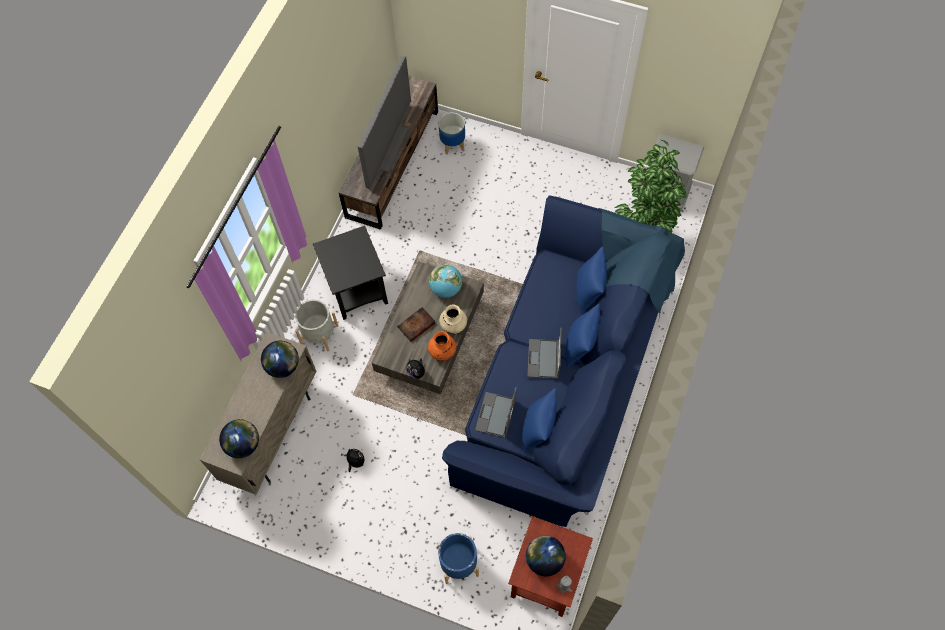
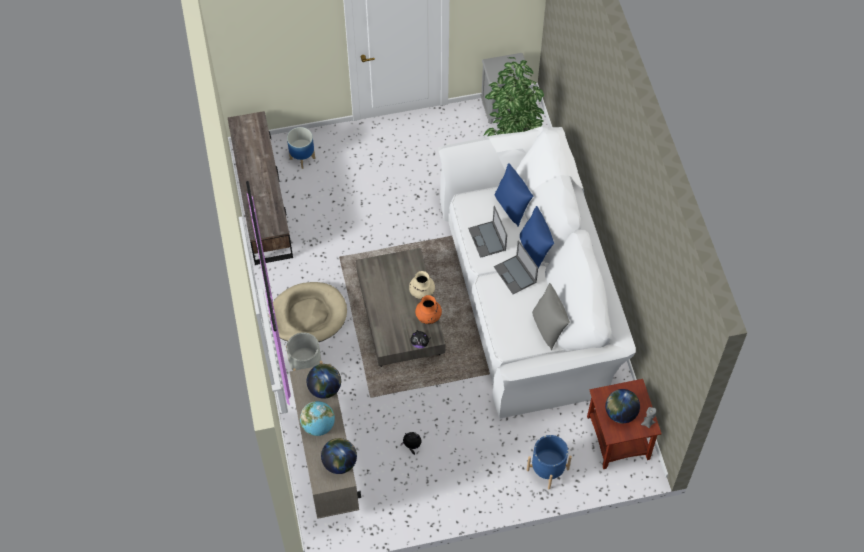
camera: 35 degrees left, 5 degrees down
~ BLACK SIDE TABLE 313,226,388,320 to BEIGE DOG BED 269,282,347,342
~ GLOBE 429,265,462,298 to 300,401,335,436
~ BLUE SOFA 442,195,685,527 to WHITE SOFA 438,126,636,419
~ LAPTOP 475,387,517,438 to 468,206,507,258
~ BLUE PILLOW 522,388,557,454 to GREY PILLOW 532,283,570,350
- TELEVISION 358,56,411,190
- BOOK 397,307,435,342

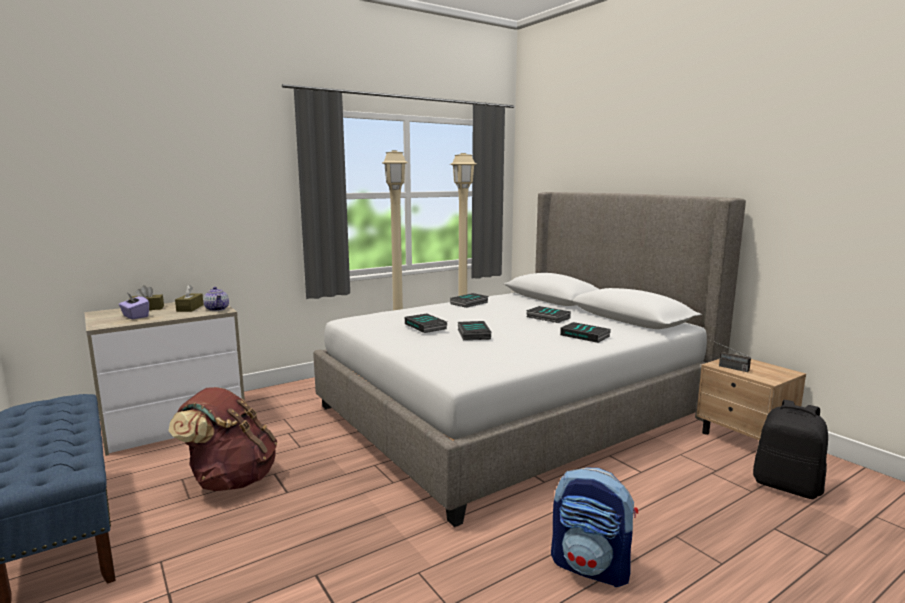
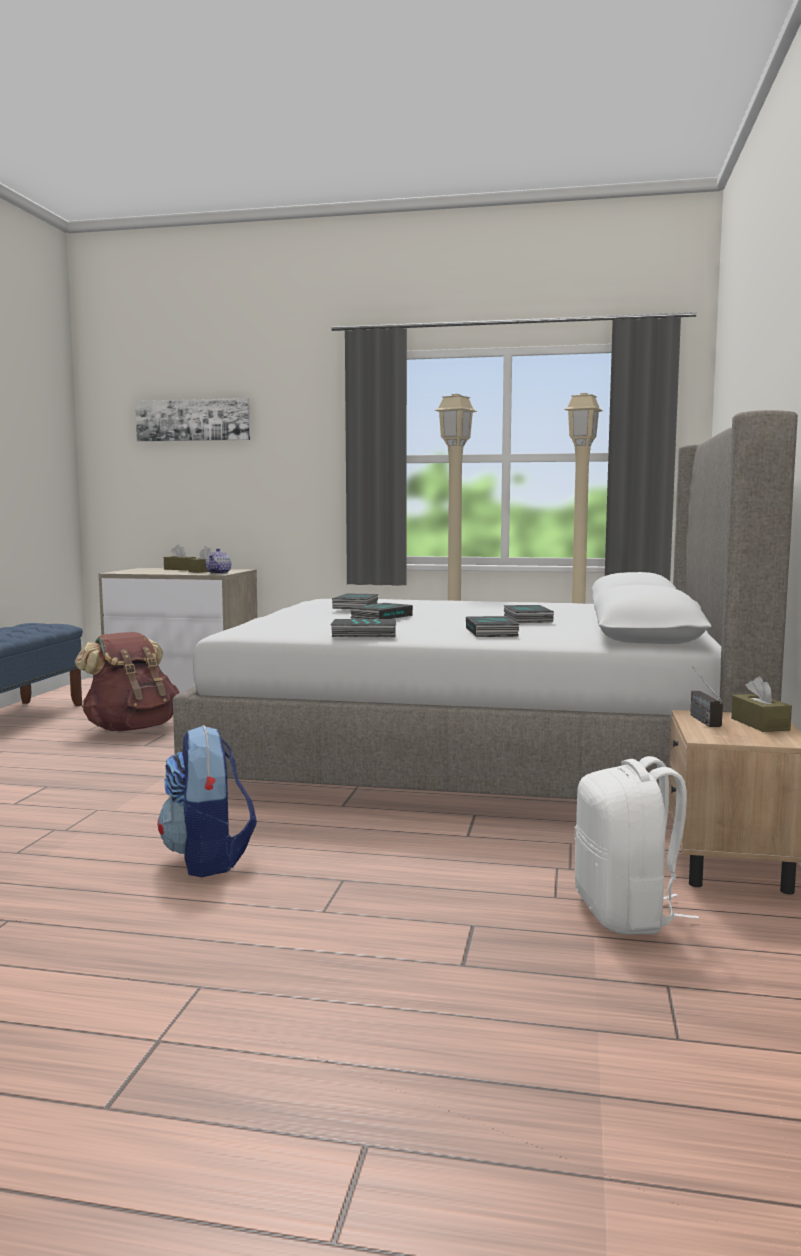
camera: 45 degrees right, 5 degrees down
+ PICTURE 135,398,250,442
~ BOOK 450,293,489,308 to 330,619,396,637
~ BLACK BACKPACK 753,400,828,499 to WHITE BACKPACK 574,756,699,935
+ BROWN TISSUE BOX 731,676,792,732
- PURPLE TISSUE BOX 119,293,149,320

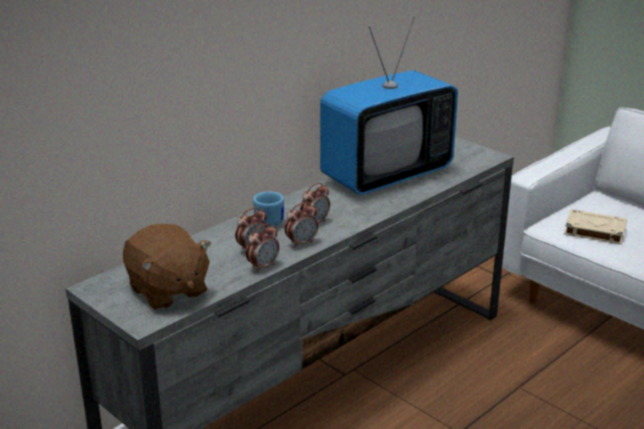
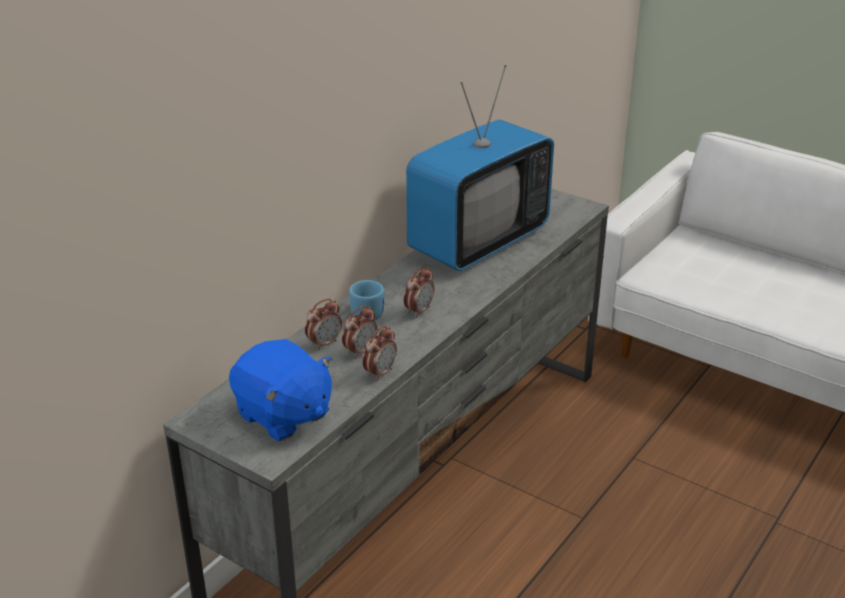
camera: 10 degrees left, 5 degrees up
~ BROWN PLUSH TOY 123,224,211,310 to BLUE PLUSH TOY 229,339,333,441
~ ALARM CLOCK 285,202,318,248 to 305,299,342,350
- BEIGE BOOK 564,209,627,244

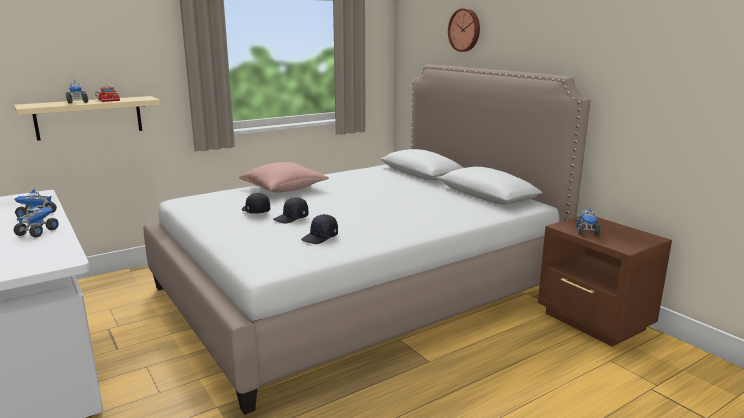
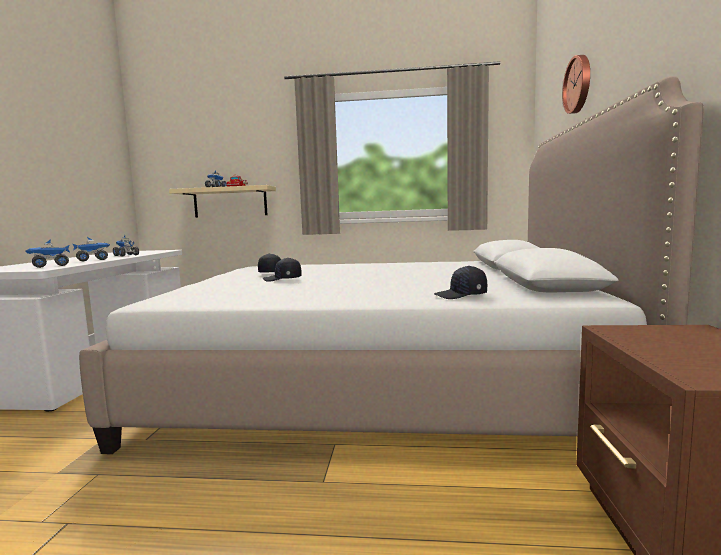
camera: 40 degrees right, 10 degrees down
~ TOY TRUCK 575,208,601,235 to 26,239,70,268
~ BLACK CAP 301,214,338,244 to 434,266,487,299
- PINK PILLOW 238,162,329,193

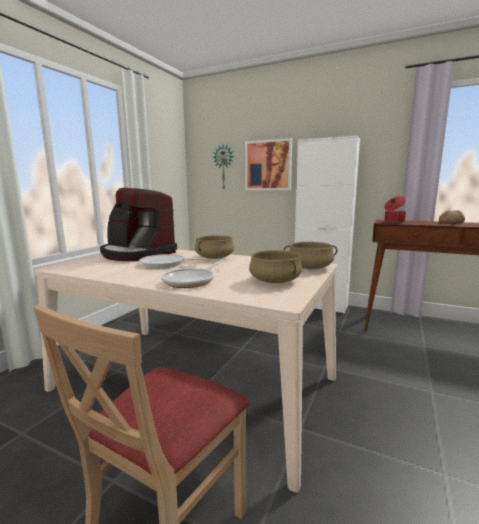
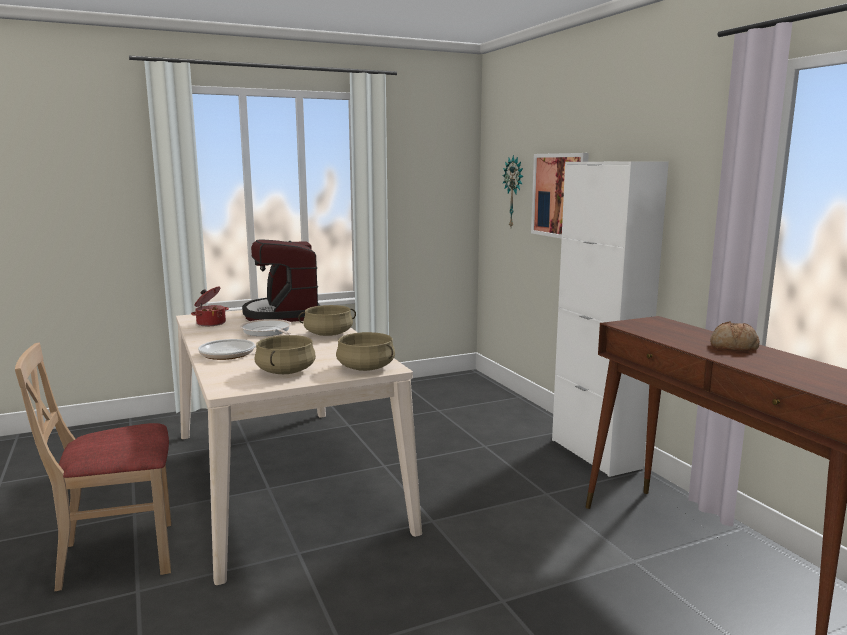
camera: 40 degrees right, 0 degrees up
~ COOKING POT 384,196,406,223 to 191,286,229,326

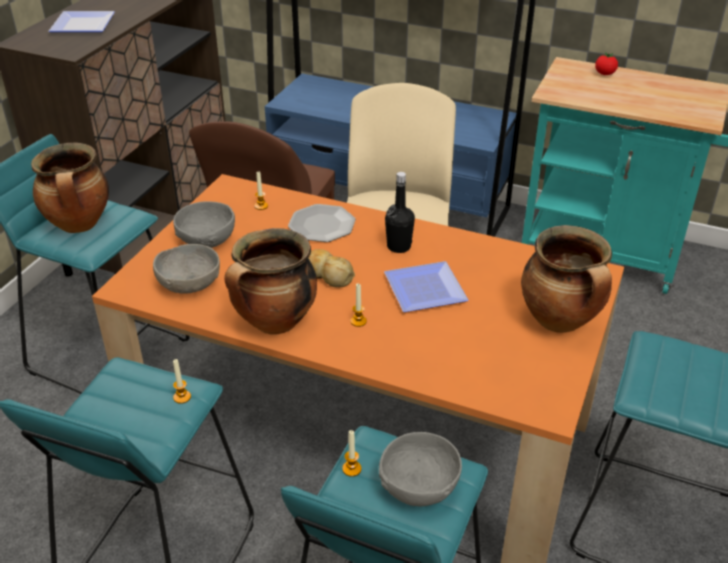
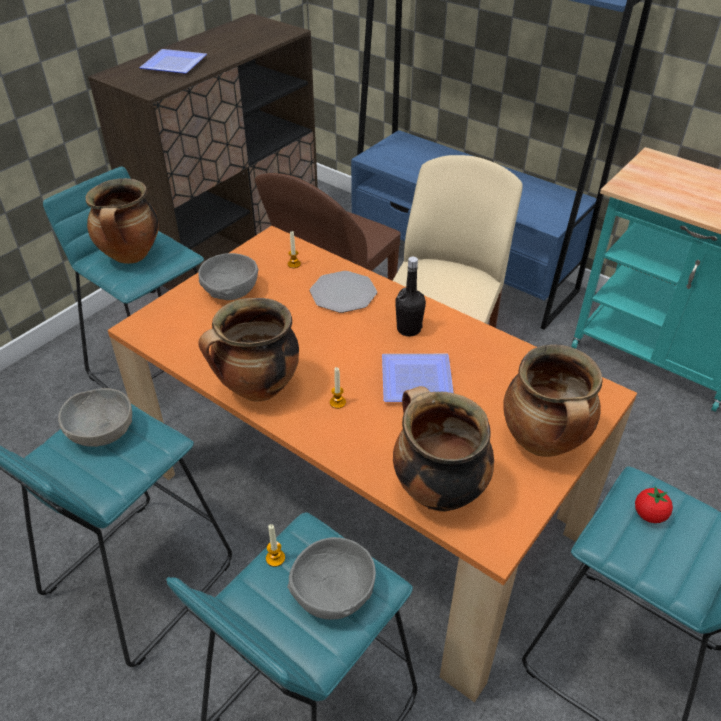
camera: 15 degrees right, 5 degrees up
~ GREY BOWL 153,244,220,294 to 58,388,132,447
+ COOKING POT 393,386,494,512
~ TOMATO 595,52,618,75 to 635,486,673,523
- CANDLE 173,359,191,404
- BREAD 308,249,355,287

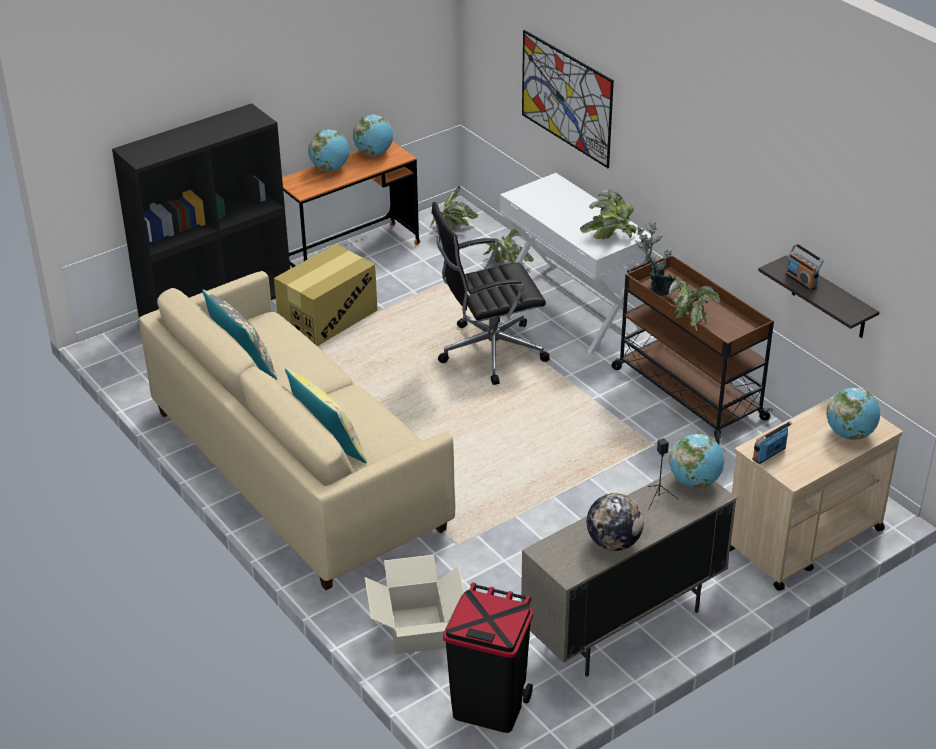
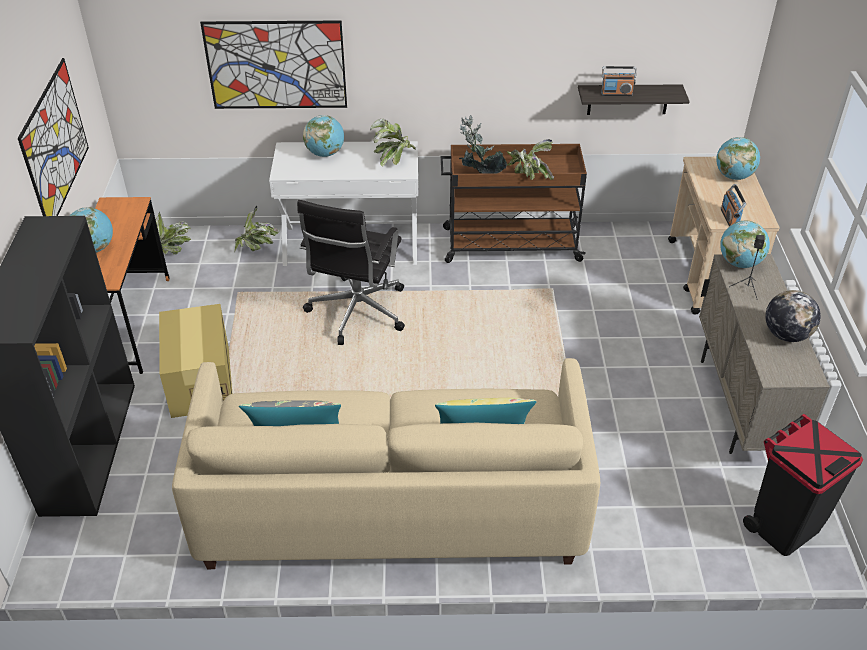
camera: 55 degrees left, 5 degrees up
+ PICTURE 18,58,89,216
~ GLOBE 353,114,393,156 to 303,115,344,157
- CARDBOARD BOX 365,555,465,654

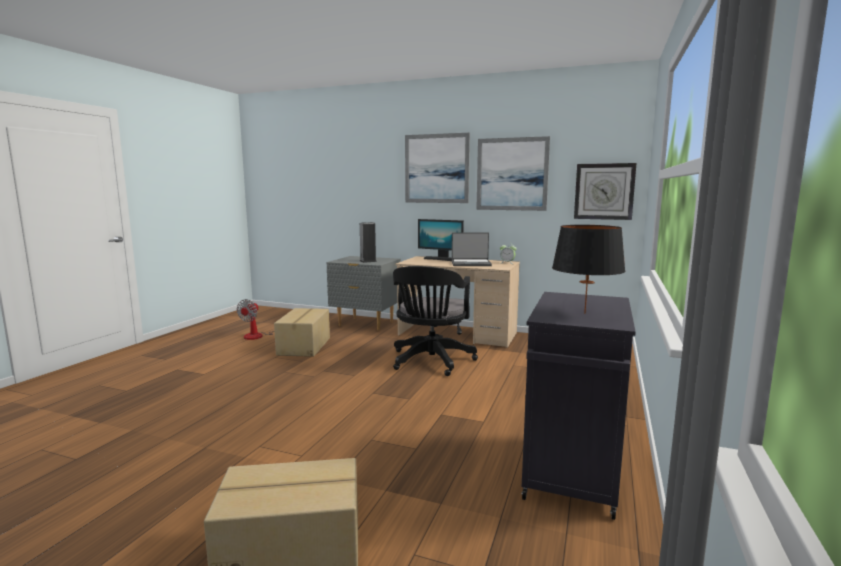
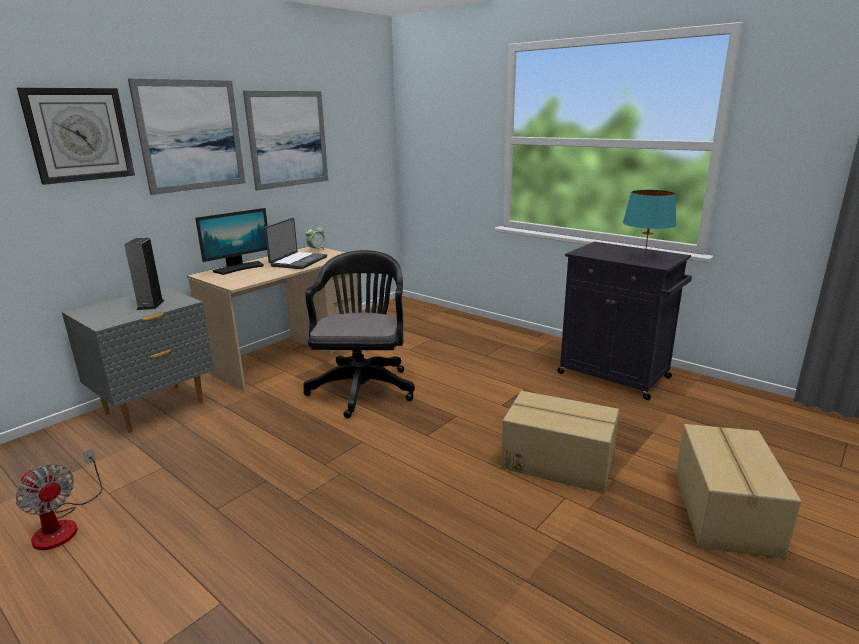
camera: 70 degrees left, 10 degrees up
~ WALL CLOCK 574,163,636,220 to 17,87,135,185
~ BLACK OFFICE CHAIR 393,266,478,376 = 303,250,415,418 120 degrees counterclockwise
~ CARDBOARD BOX 274,308,330,357 to 501,391,620,493
~ BLACK TABLE LAMP 552,225,626,314 to TURQUOISE TABLE LAMP 623,190,676,256

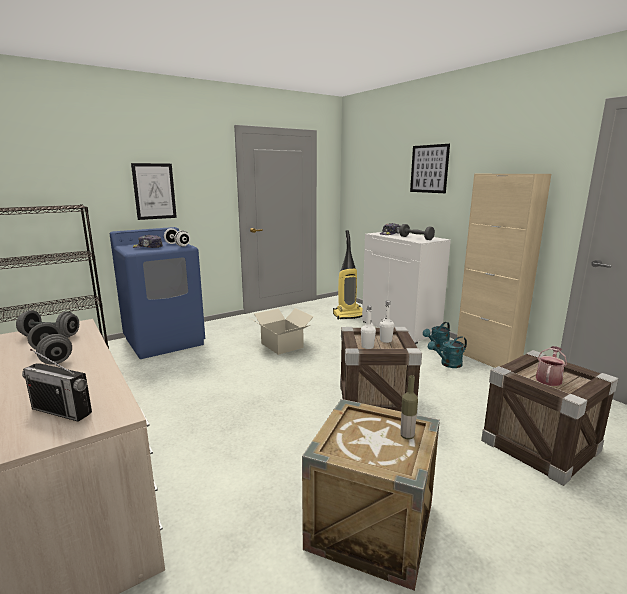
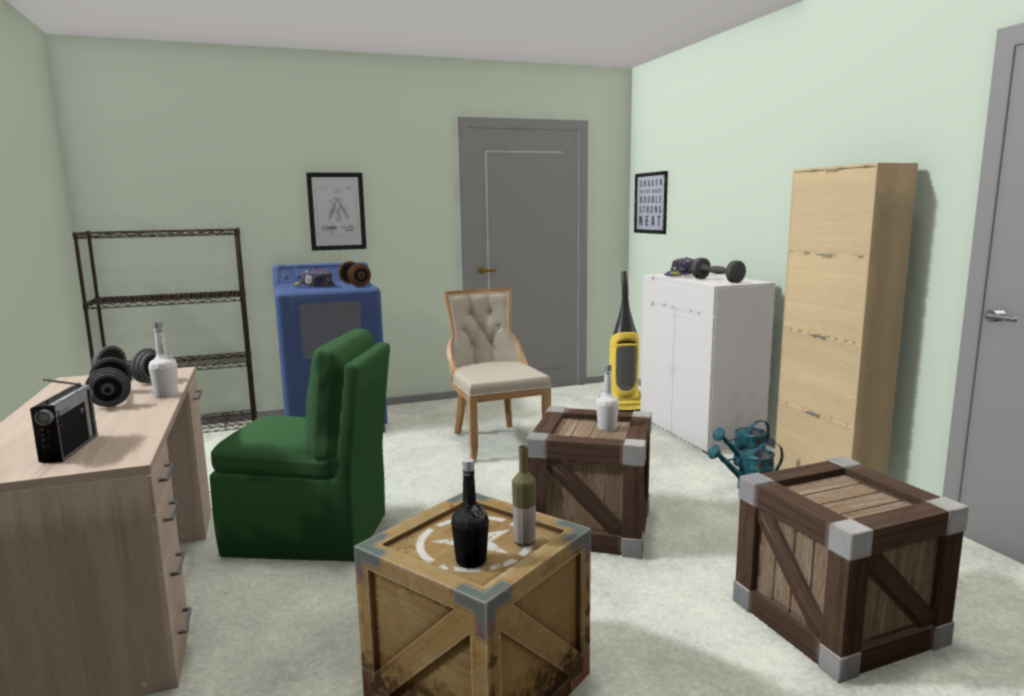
camera: 15 degrees right, 5 degrees down
~ RADIO 22,349,92,422 = 30,379,98,463 135 degrees counterclockwise
~ WHITE BOTTLE 361,305,376,349 to 148,321,178,398
+ GREEN CHAIR 210,329,390,561
~ WHITE DUMBBELL 164,228,190,247 to BROWN DUMBBELL 339,261,371,286
~ CARDBOARD BOX 250,308,314,355 to BEIGE CHAIR 444,288,551,462
+ BLACK BOTTLE 451,458,489,568
~ PICTURE 410,144,450,193 to 634,171,668,234
- WATERING CAN 536,346,567,386

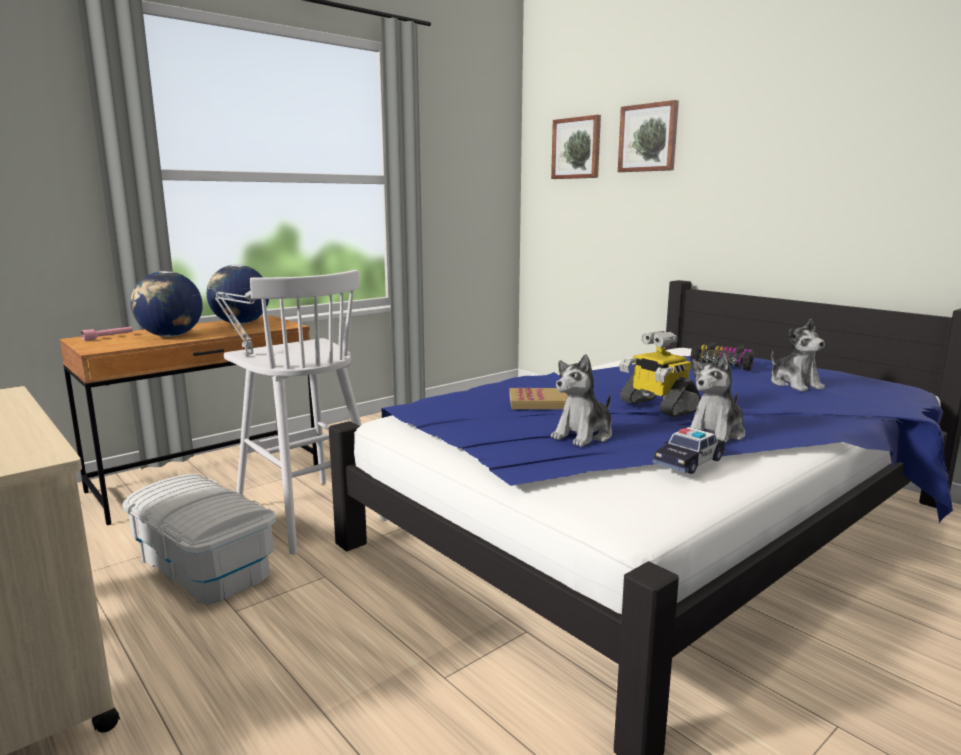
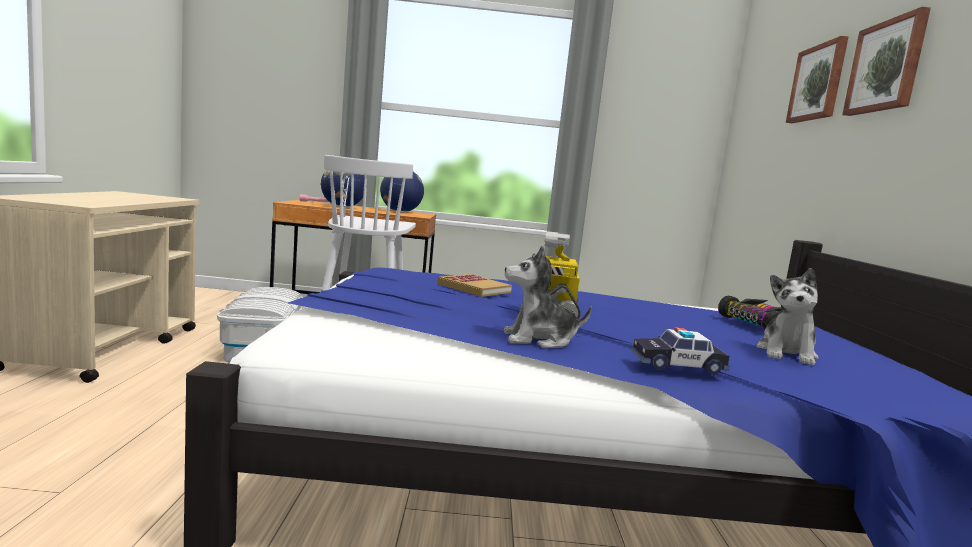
camera: 40 degrees right, 5 degrees down
~ TOY CAR 652,427,726,474 to 631,327,730,375
~ PICTURE 551,115,601,179 to 842,7,931,116
- PLUSH TOY 551,354,612,447

